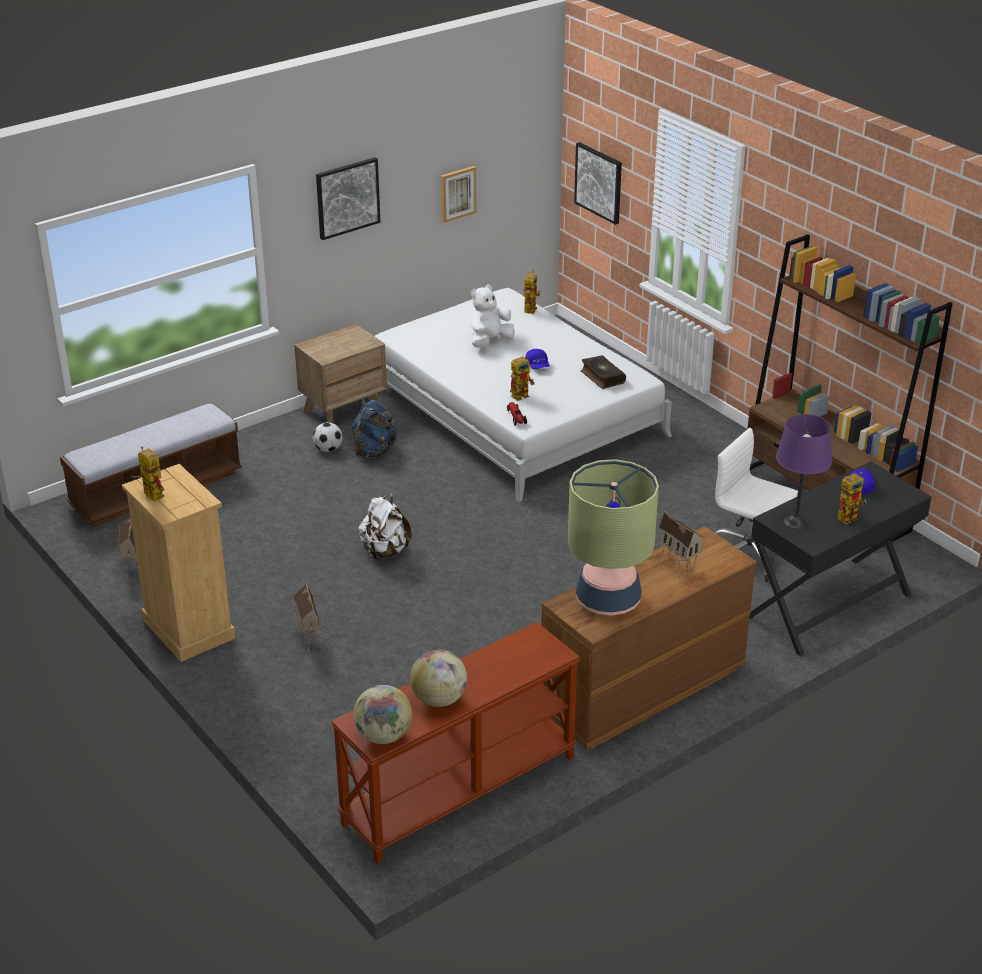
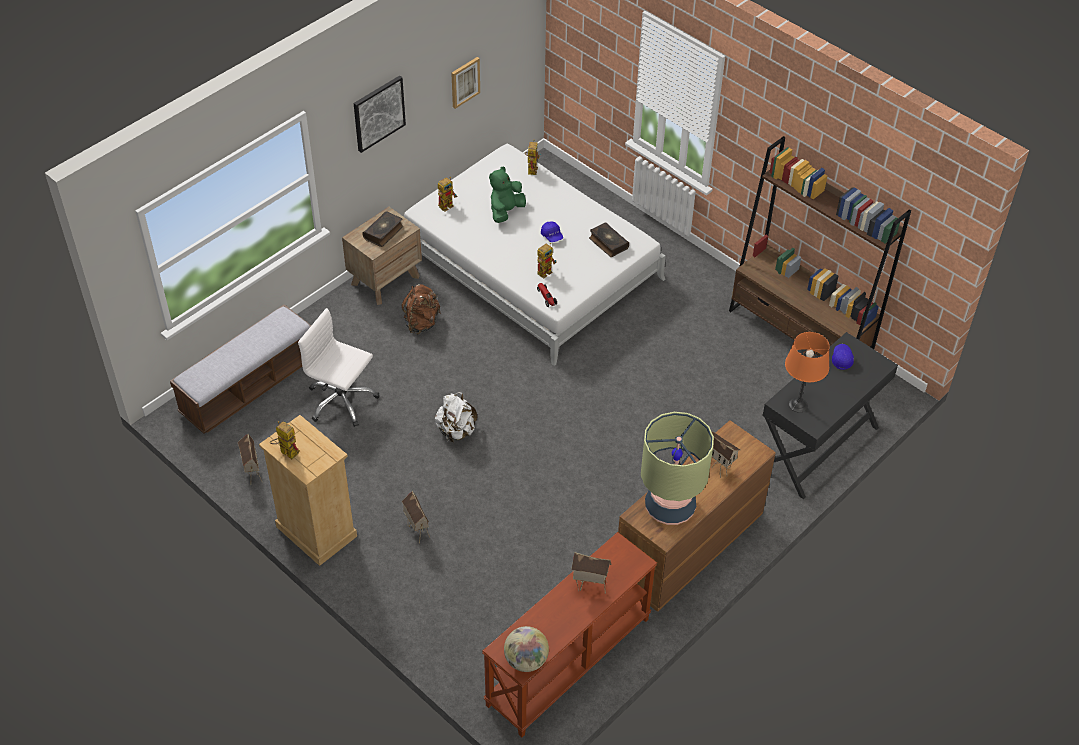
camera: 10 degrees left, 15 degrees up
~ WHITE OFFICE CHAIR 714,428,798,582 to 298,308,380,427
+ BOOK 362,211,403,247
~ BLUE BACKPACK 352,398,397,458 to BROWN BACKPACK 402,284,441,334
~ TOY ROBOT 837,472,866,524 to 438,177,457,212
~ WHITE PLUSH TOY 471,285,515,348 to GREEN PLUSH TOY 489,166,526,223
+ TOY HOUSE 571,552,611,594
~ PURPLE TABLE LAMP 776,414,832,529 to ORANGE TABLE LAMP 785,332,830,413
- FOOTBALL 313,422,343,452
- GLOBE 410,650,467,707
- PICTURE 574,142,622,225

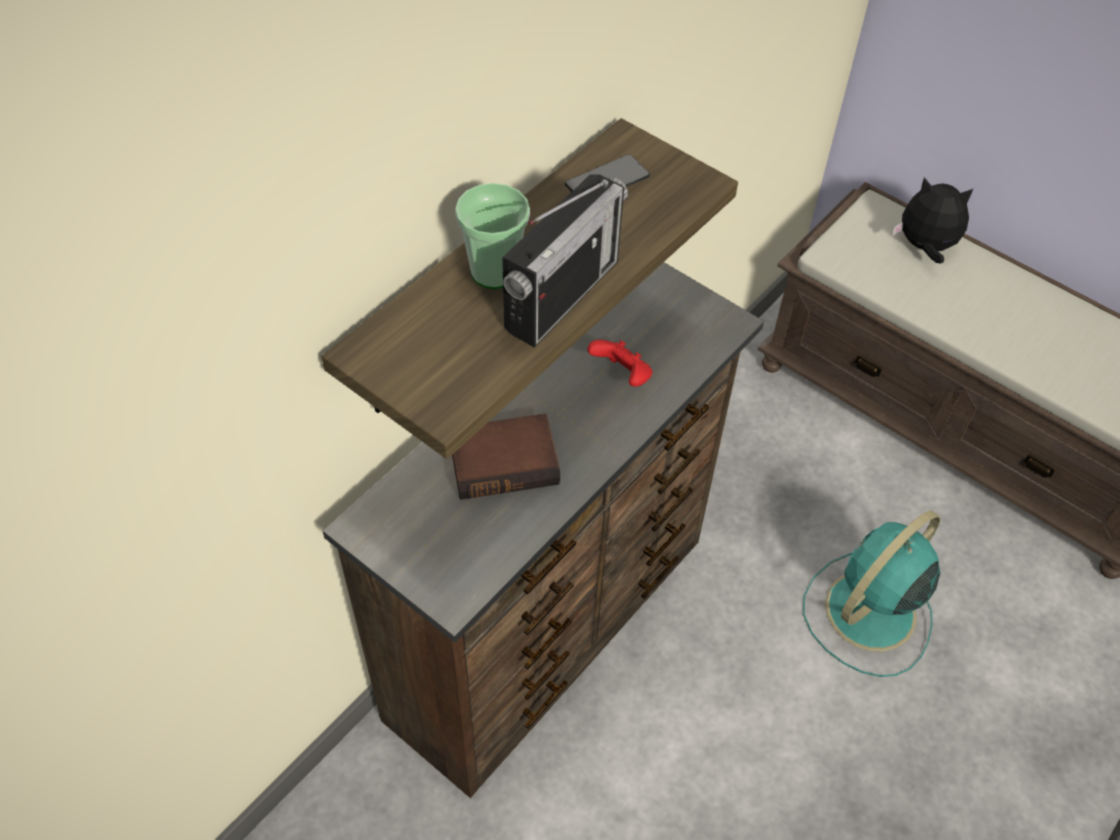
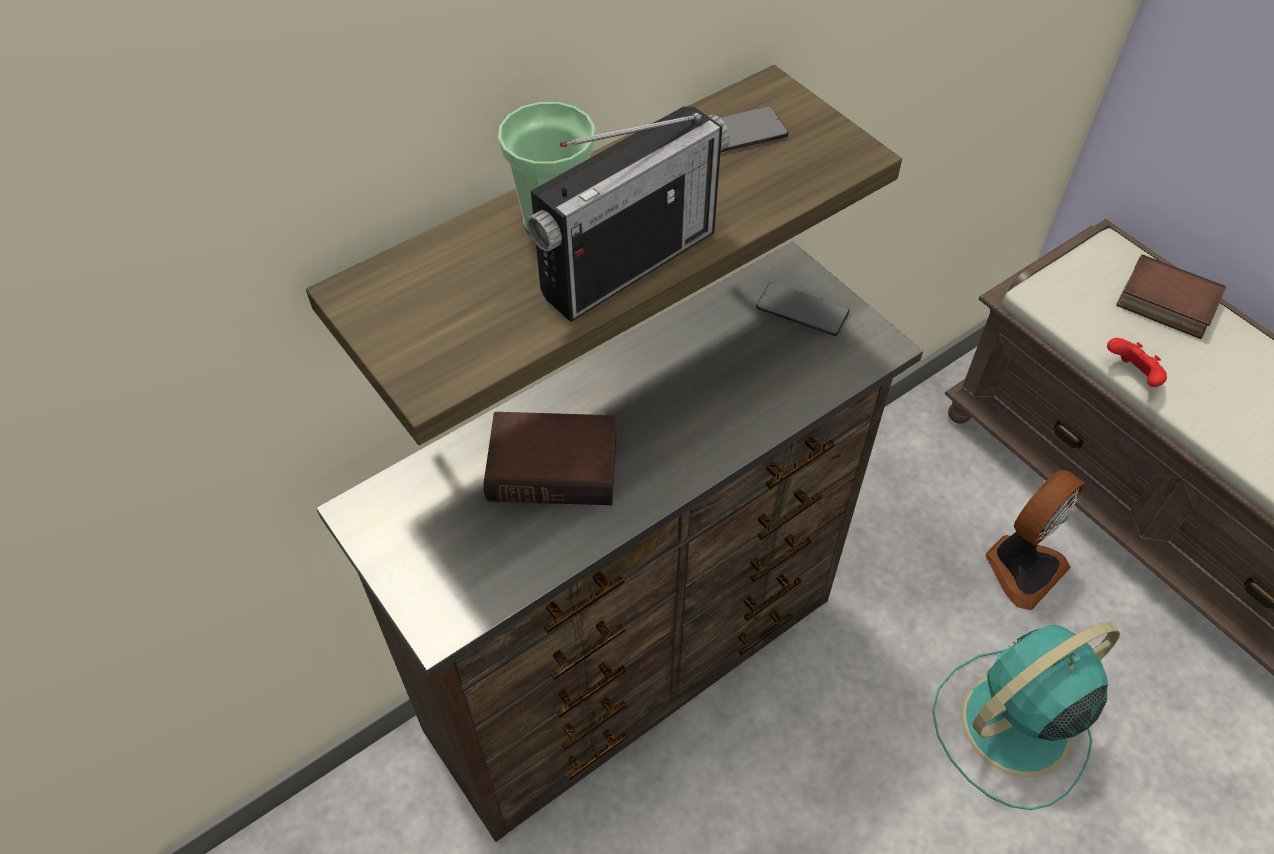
camera: 15 degrees right, 0 degrees up
+ PHONE 756,282,849,336
+ FAN 985,470,1085,610
~ RED GAME CONTROLLER 587,340,653,387 to 1107,338,1167,387
~ PLUSH TOY 893,177,974,263 to BOOK 1116,254,1226,339

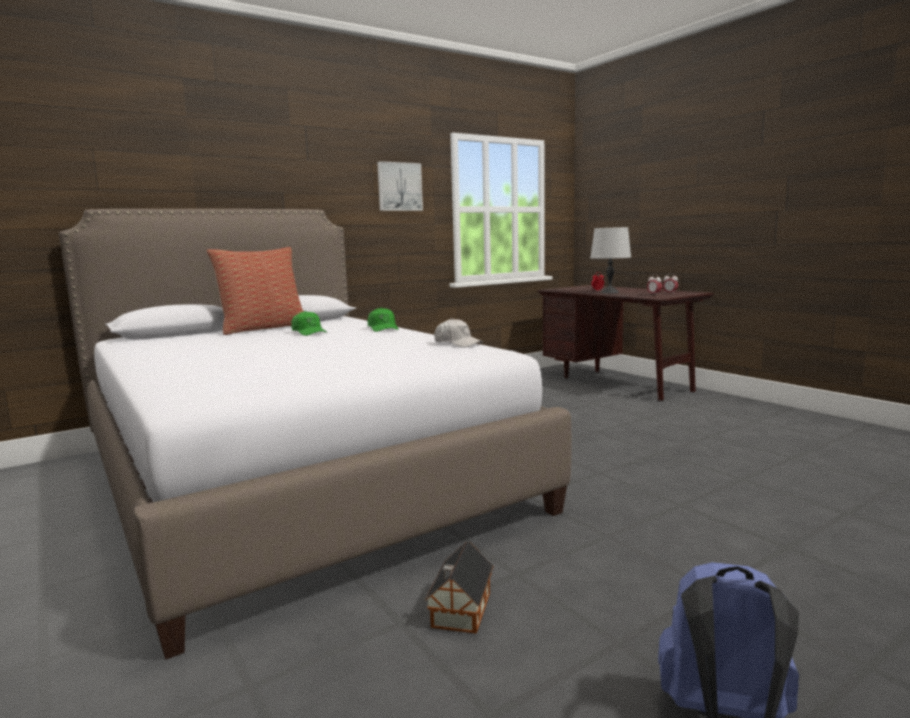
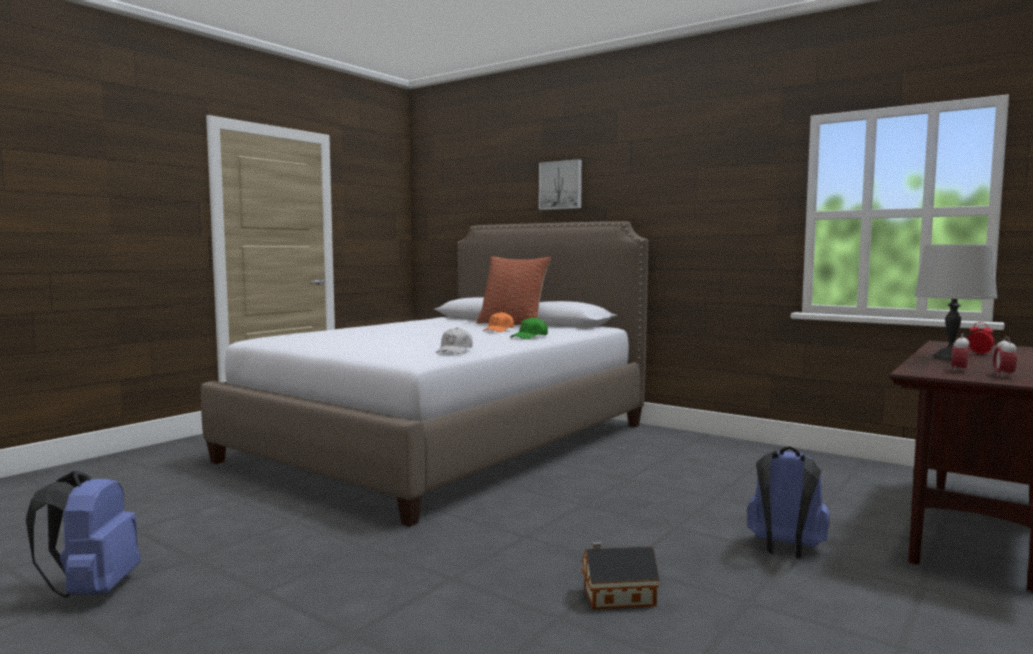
camera: 70 degrees right, 5 degrees down
~ GREEN CAP 291,311,327,336 to ORANGE CAP 483,312,514,332
~ PICTURE 377,161,423,211 to 539,159,582,210
~ TOY HOUSE 425,542,493,634 to 581,541,660,609
+ BLUE BACKPACK 747,446,830,559

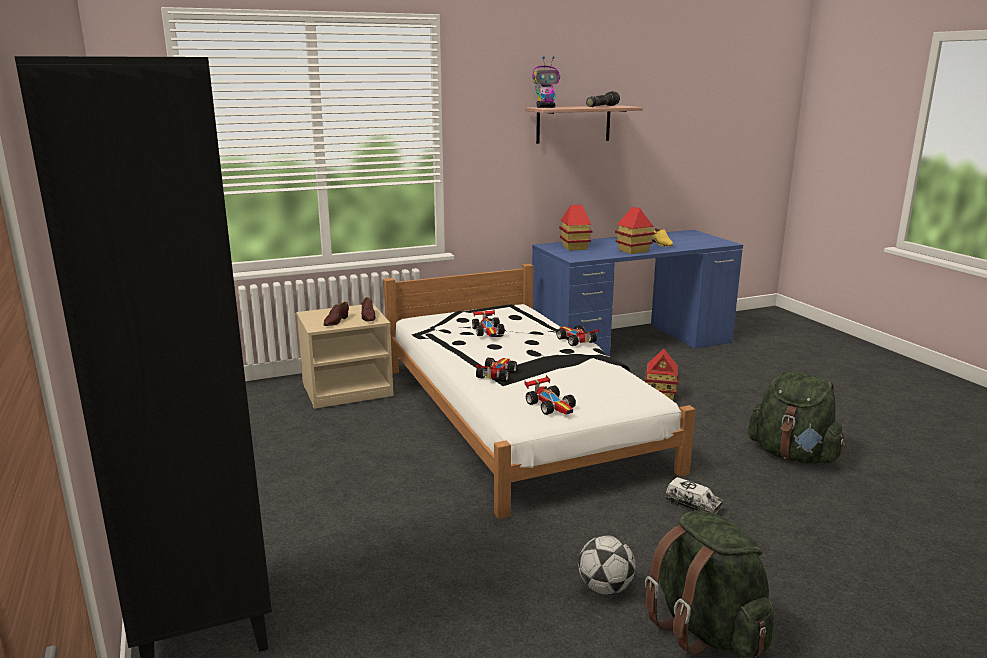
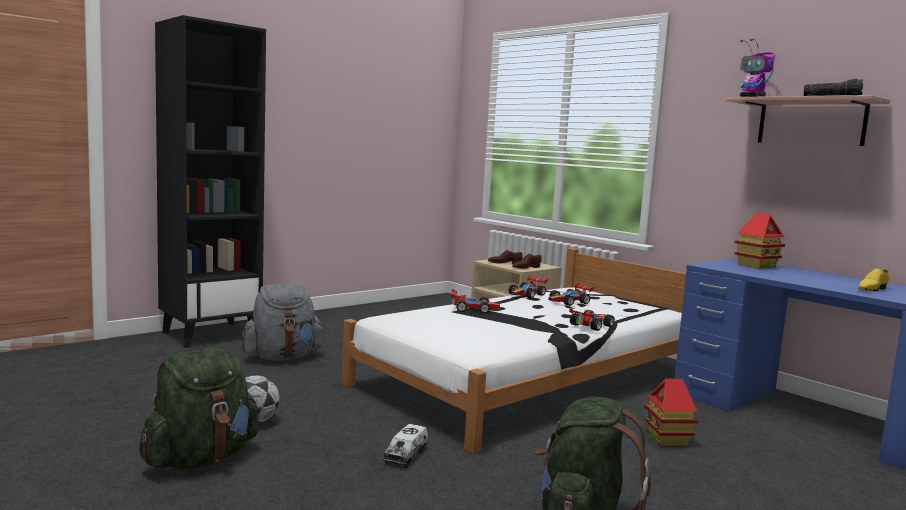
camera: 70 degrees right, 10 degrees down
+ GREY BACKPACK 242,283,324,361
~ TOY CAR 524,375,576,415 to 509,276,547,299
- TOY HOUSE 615,206,655,254

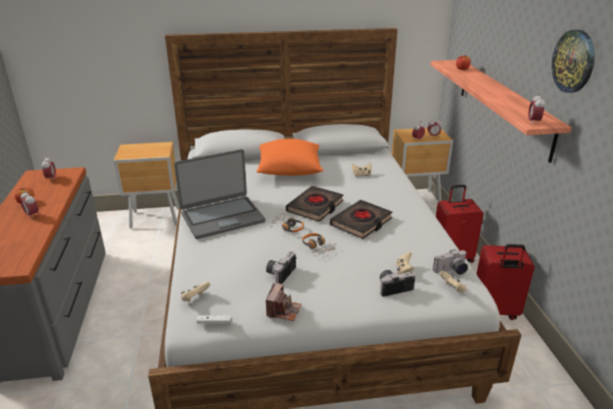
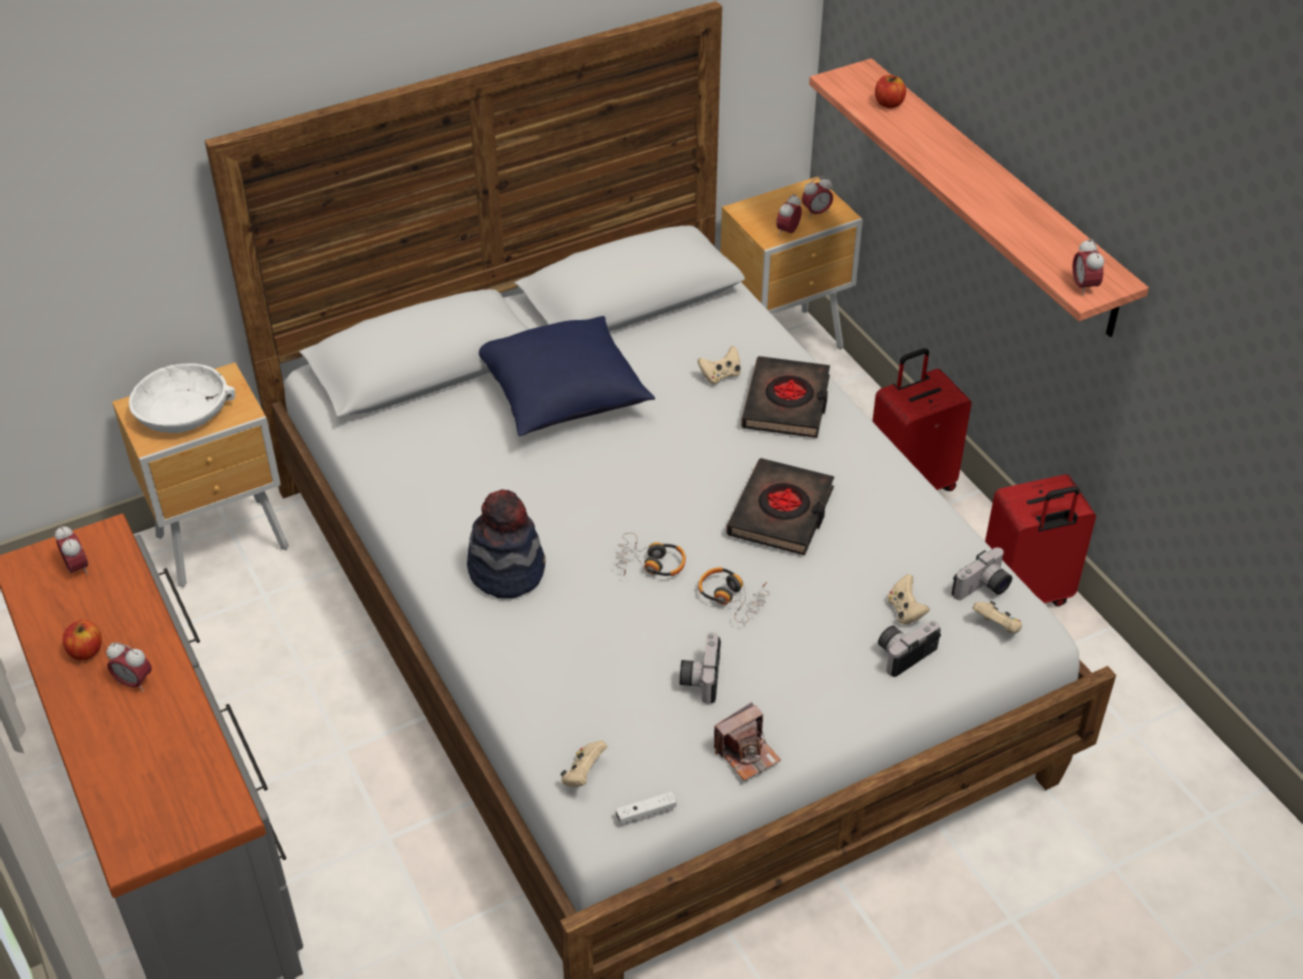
camera: 20 degrees left, 15 degrees up
+ WHITE BOWL 129,364,235,433
~ LAPTOP 174,149,265,239 to HAT 467,489,545,598
~ ORANGE PILLOW 256,139,323,176 to BLUE PILLOW 479,316,655,436
~ PHOTO CAMERA 266,283,302,321 = 714,702,781,781 60 degrees clockwise
~ BLACK BOOK 286,186,344,222 to 741,356,830,438
- WALL CLOCK 552,30,595,93

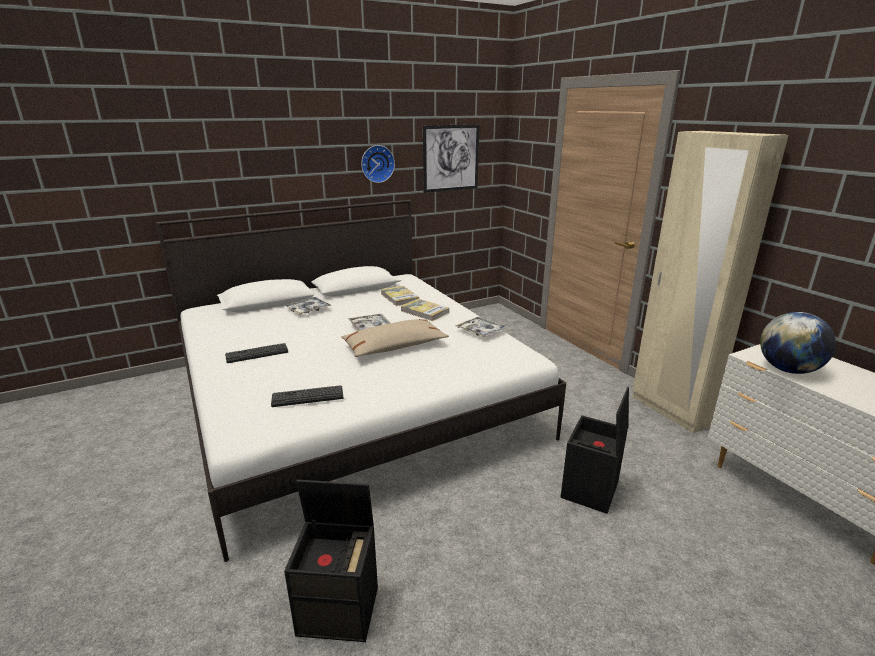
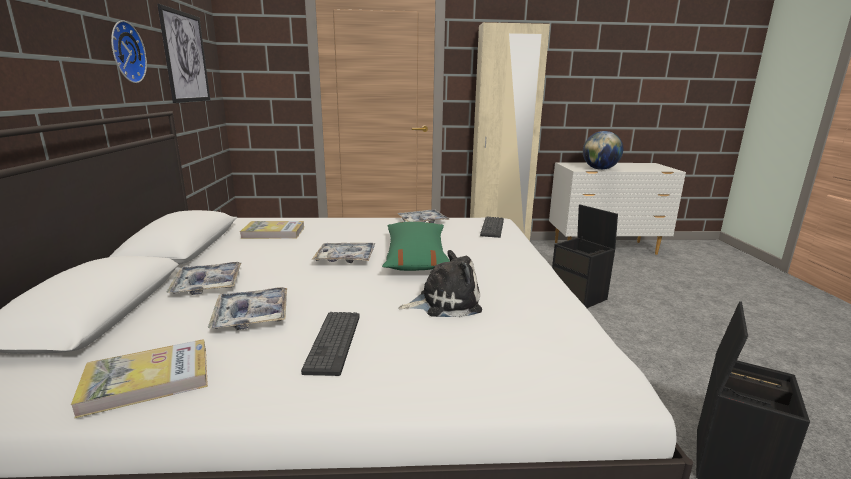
camera: 65 degrees left, 5 degrees down
~ BOOK 401,299,449,321 to 71,339,208,418
+ TRAY 208,287,287,330
~ BEIGE PILLOW 341,319,449,357 to GREEN PILLOW 382,222,450,271
+ PLUSH TOY 399,250,482,318
~ KEYBOARD 271,385,343,407 to 480,217,504,238

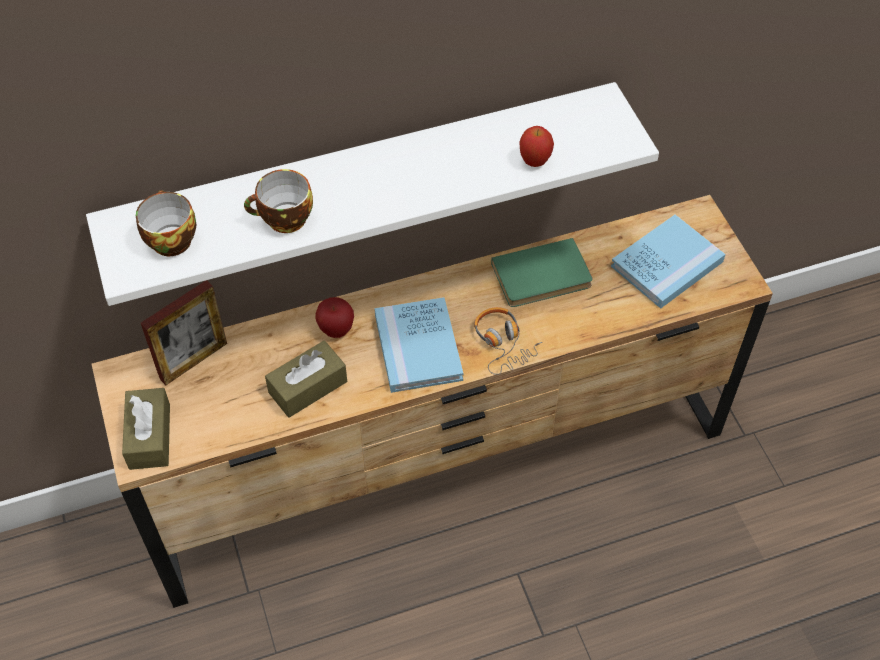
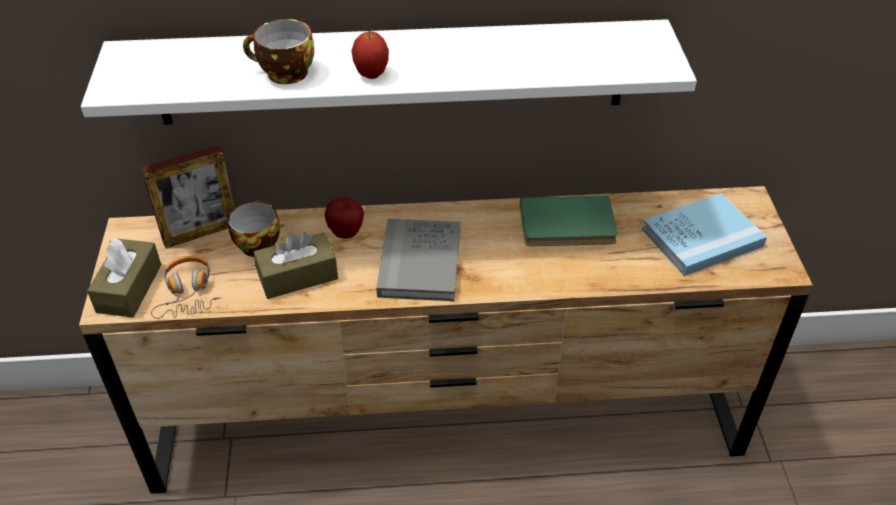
camera: 15 degrees right, 10 degrees down
~ HEADPHONES 474,307,542,375 to 151,256,222,319
~ CUP 136,190,196,256 to 228,200,280,257
~ APPLE 519,126,554,167 to 351,31,389,79
~ BLUE BOOK 374,297,464,393 to GREY BOOK 376,219,460,301

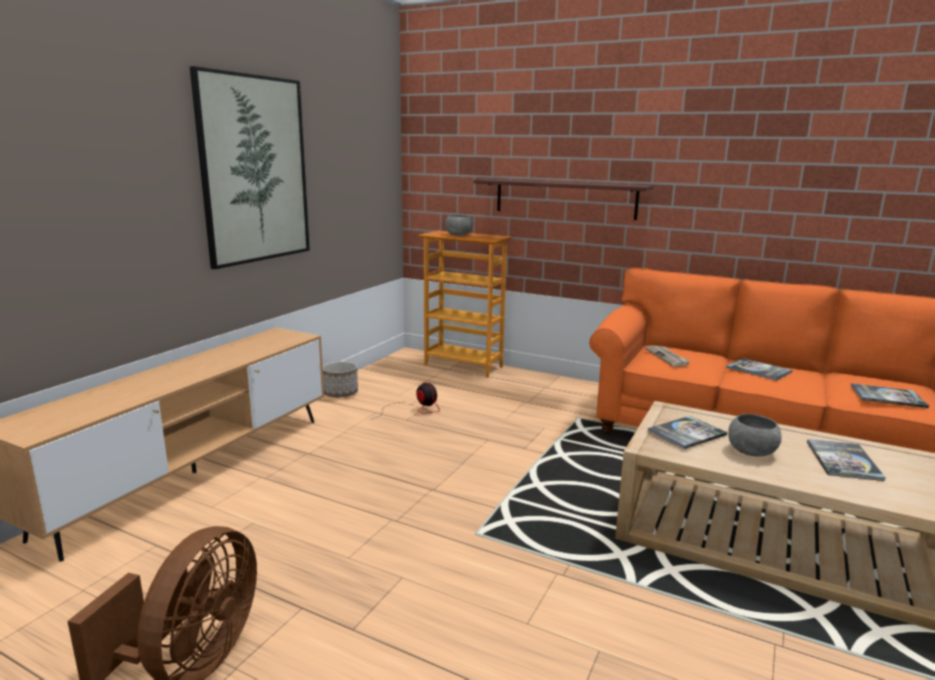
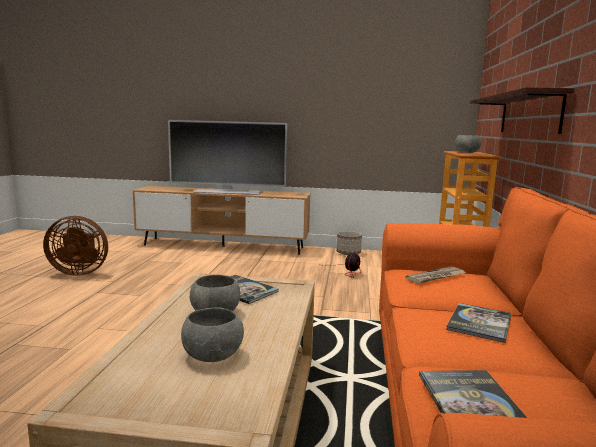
camera: 70 degrees right, 5 degrees down
+ TELEVISION 168,120,287,195
~ BOOK 807,439,886,481 to GREY BOWL 181,307,244,362
- PICTURE 190,66,310,269

